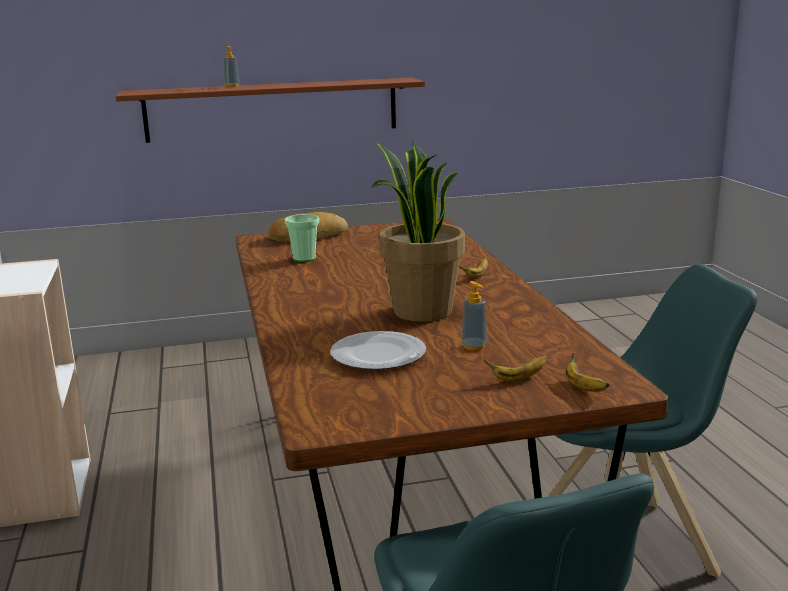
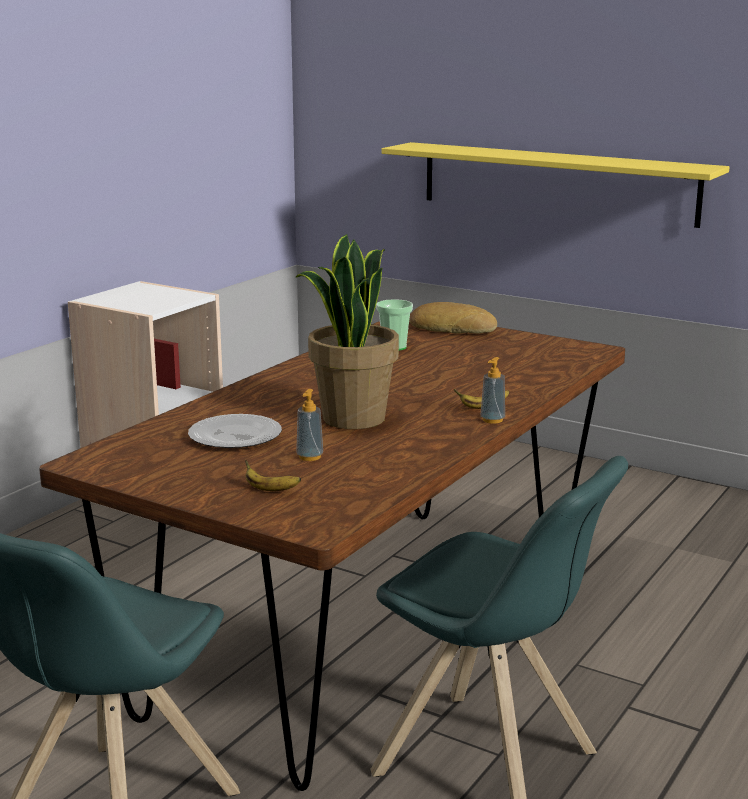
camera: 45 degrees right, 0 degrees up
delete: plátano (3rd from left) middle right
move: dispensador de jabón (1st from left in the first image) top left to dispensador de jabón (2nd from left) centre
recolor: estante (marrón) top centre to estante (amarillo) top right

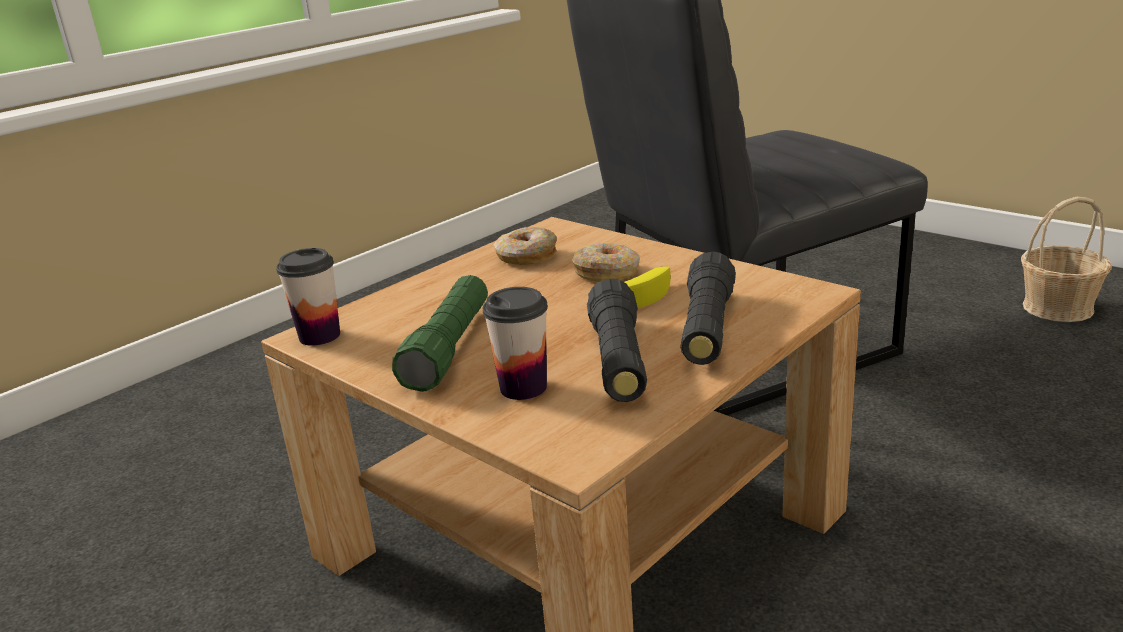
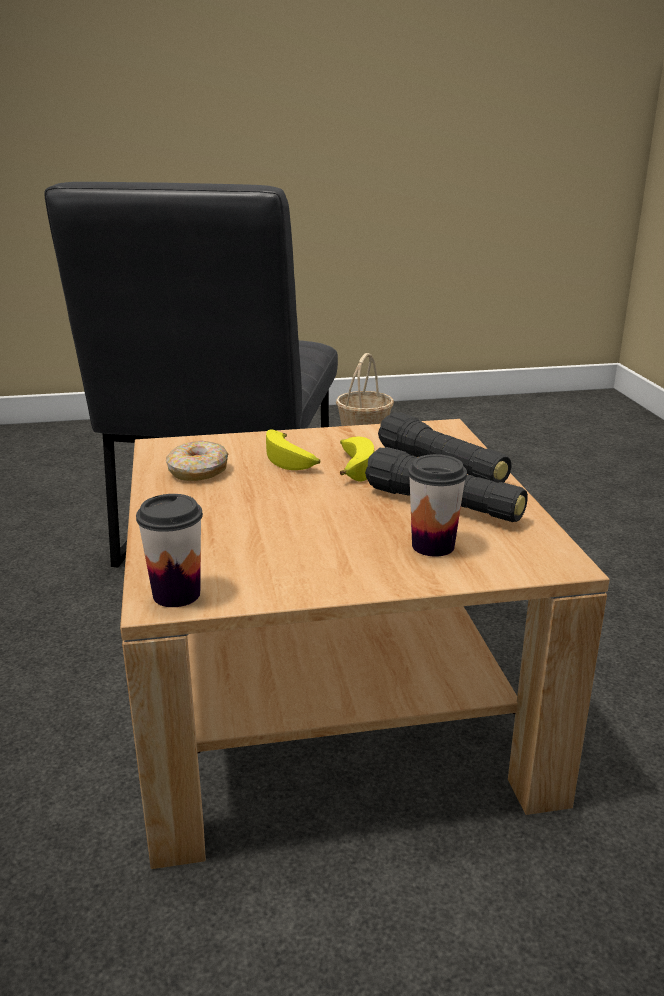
camera: 55 degrees left, 0 degrees up
delete: linterna (verde) centre
replace: rosquilla (2nd from left) centre to plátano (1st from left) centre

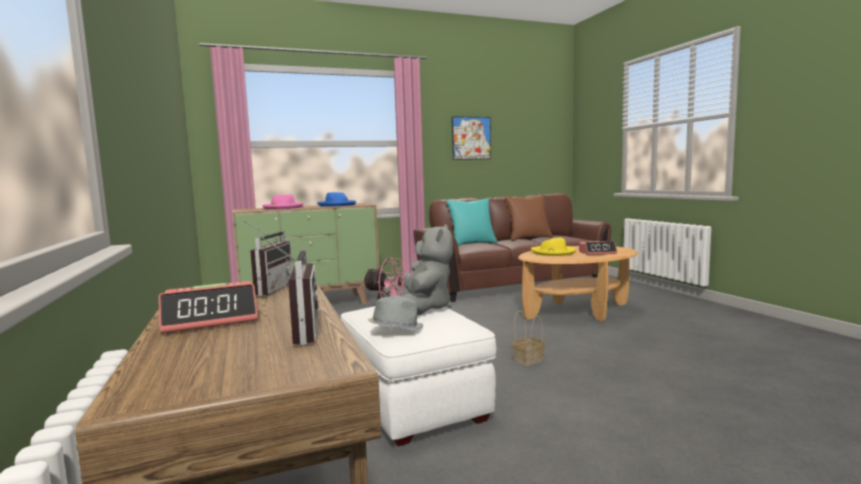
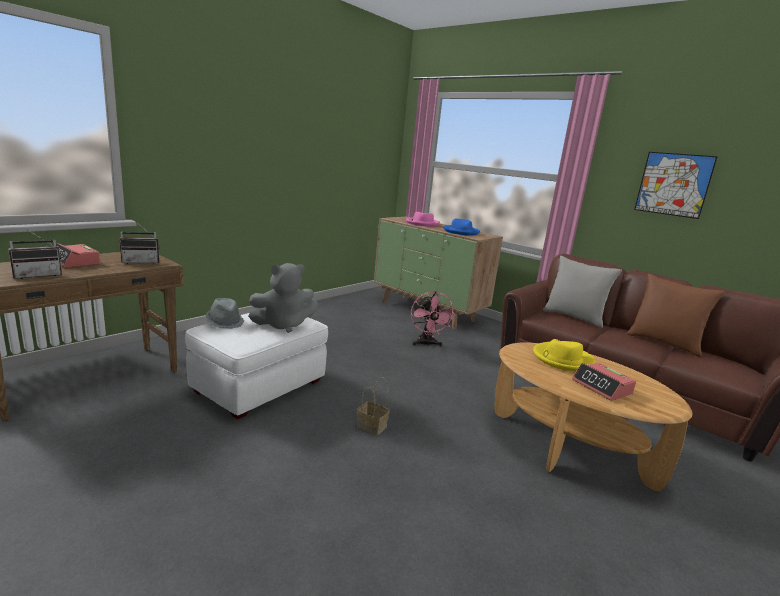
camera: 60 degrees right, 10 degrees up
recolor: cojín (turquesa) centre to cojín (gris) middle right

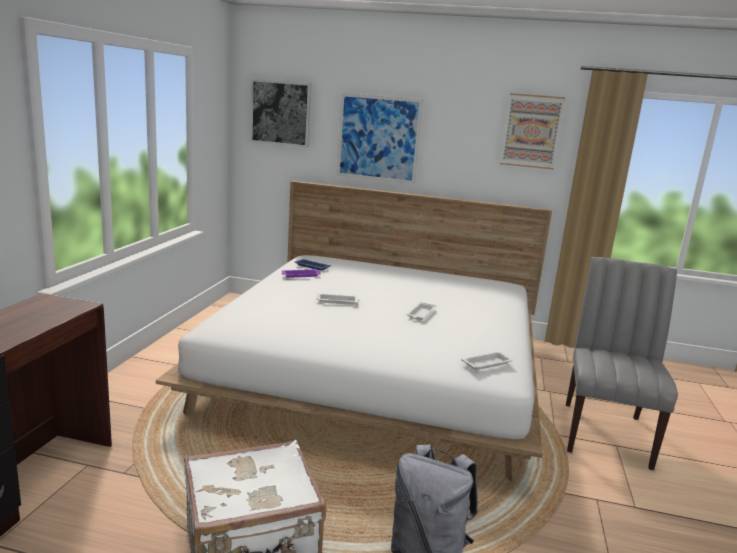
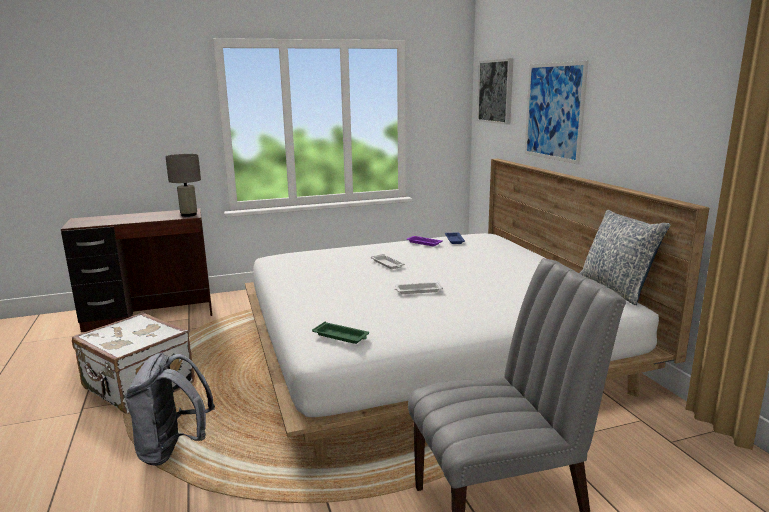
camera: 60 degrees right, 0 degrees up
delete: cuadro (3rd from left) top right
insert: lámpara de mesa (gris) middle left; cojín middle right
recolor: bandeja (blanco) (3rd from left) centre to bandeja (verde) centre

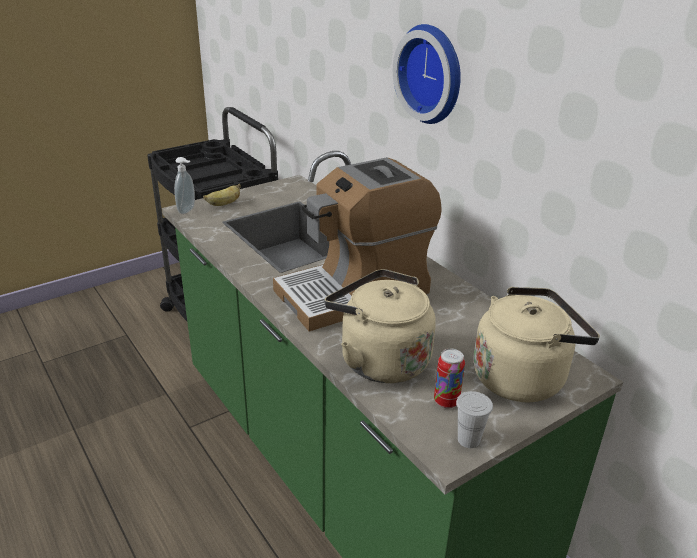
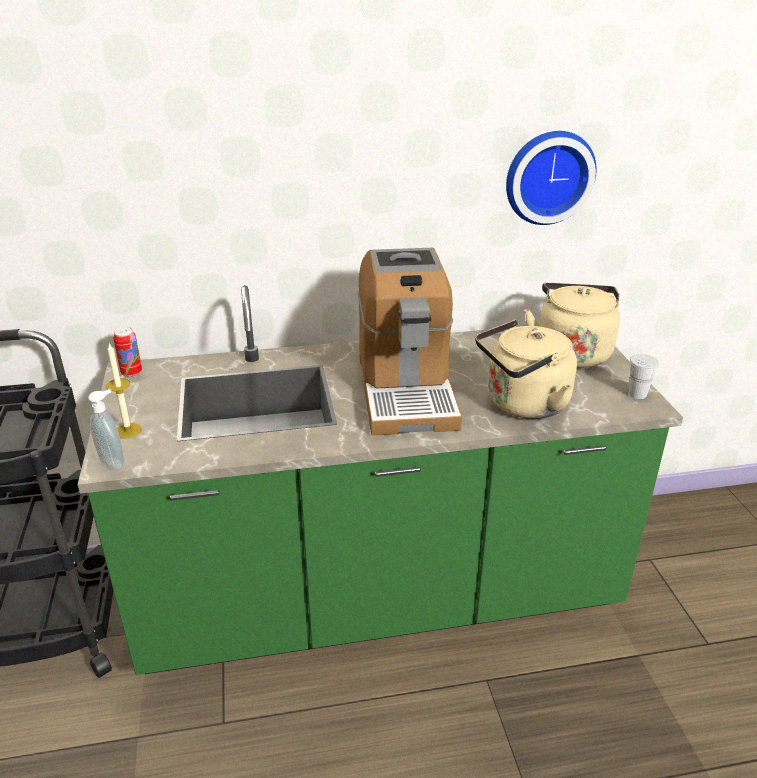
camera: 65 degrees left, 0 degrees up
move: reloj de pared top centre to top right; lata bottom centre to middle left
replace: plátano middle left to vela middle left

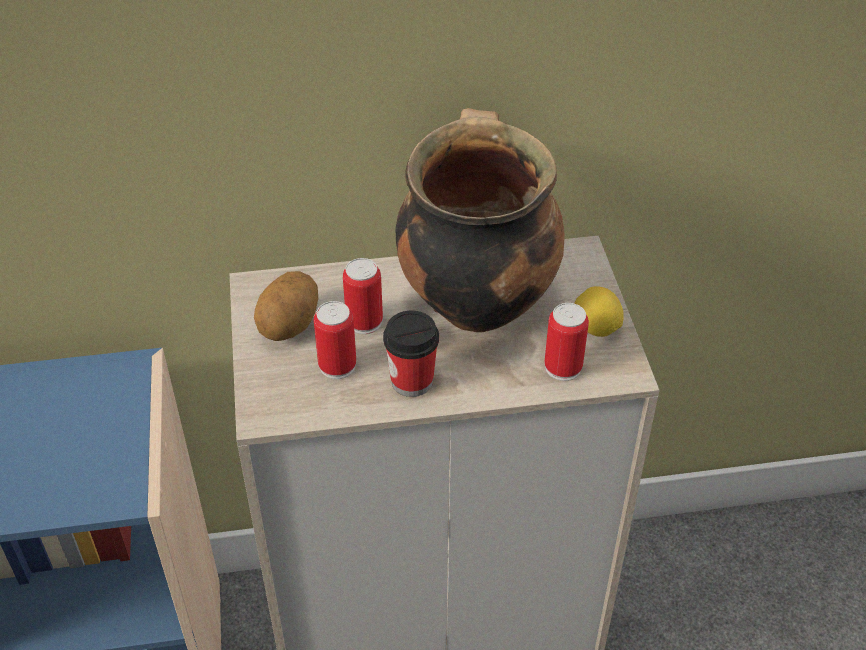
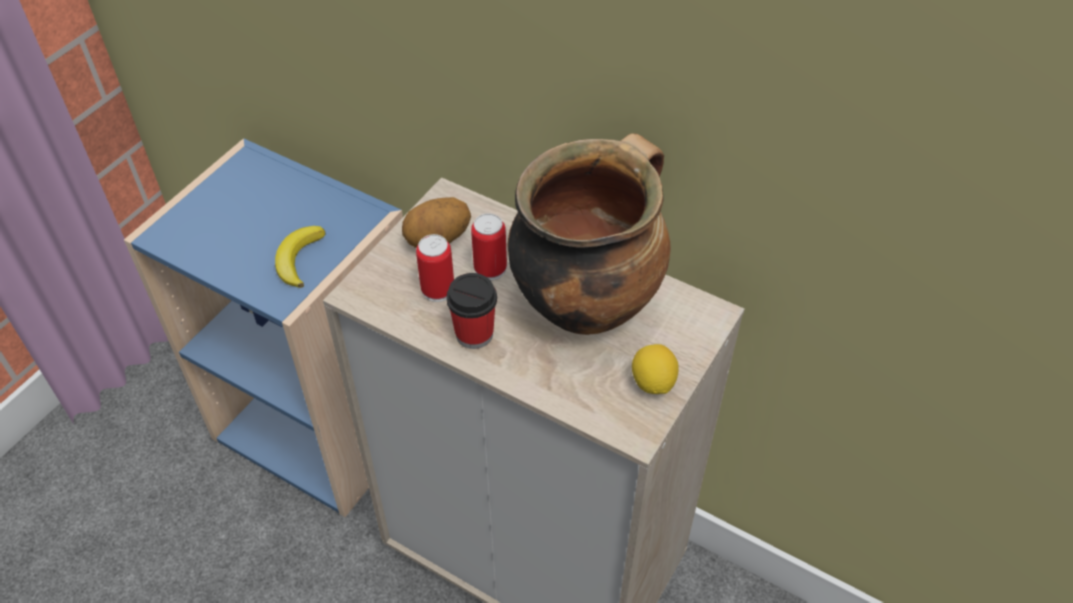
camera: 40 degrees right, 5 degrees up
delete: lata (3rd from left) centre
insert: plátano middle left

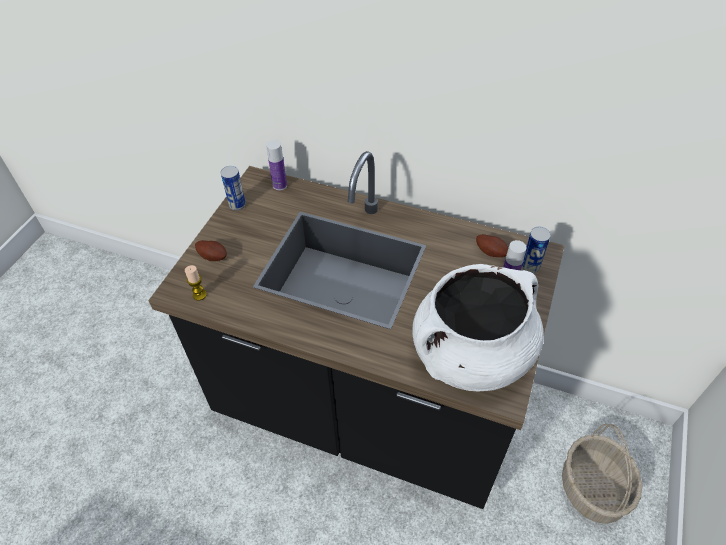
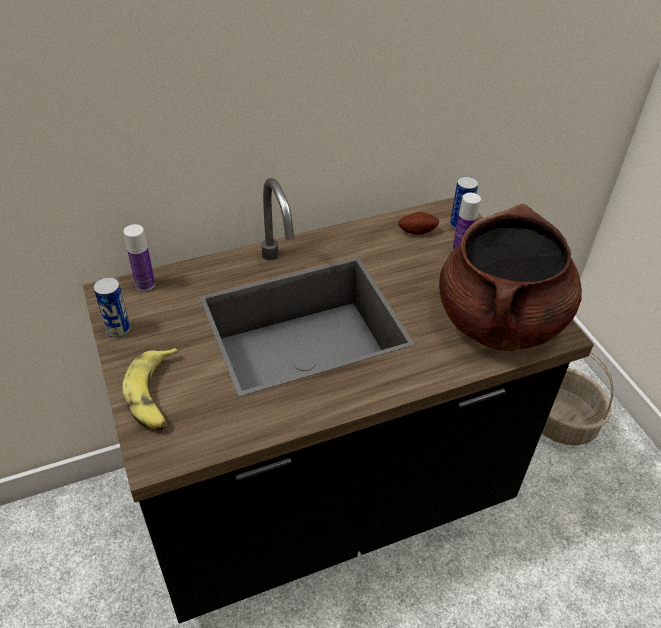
camera: 45 degrees left, 5 degrees down
delete: vela middle left
replace: patata (1st from left) middle left to plátano middle left
recolor: olla (blanco) centre to olla (marrón) middle right

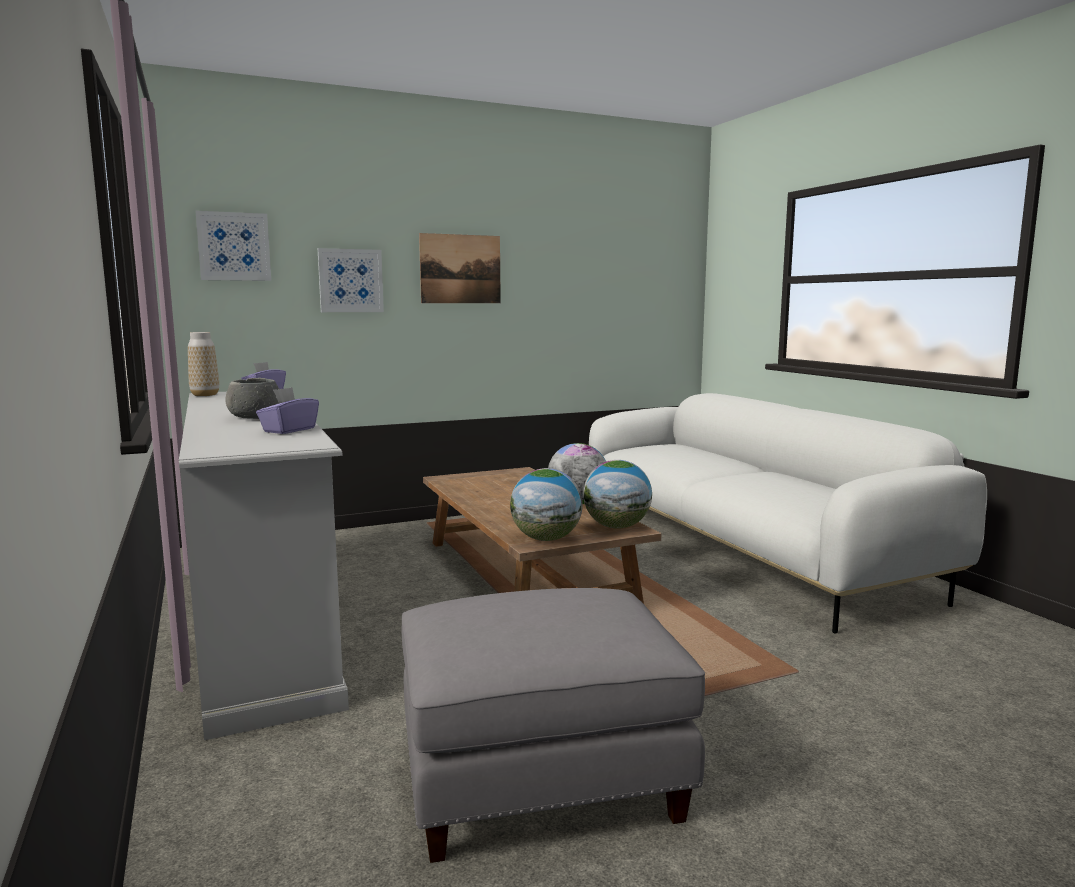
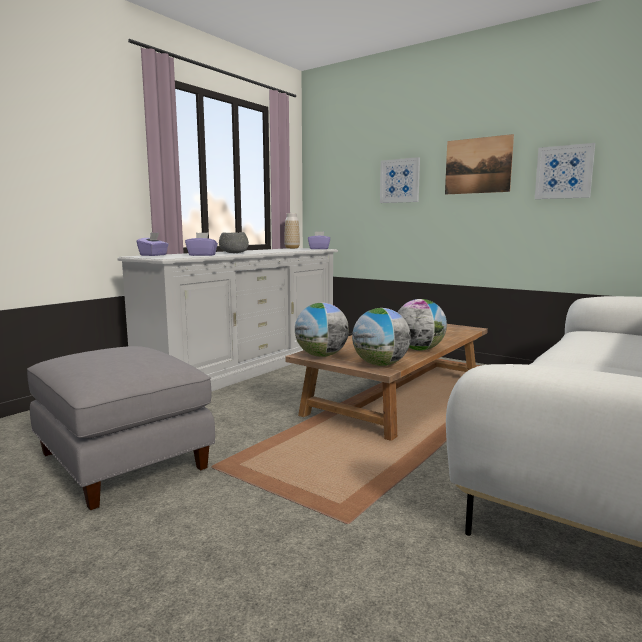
camera: 60 degrees right, 0 degrees up
insert: caja de pañuelos (morado) (1st from left) middle left
move: cuadro (1st from left in the first image) top left to cuadro (3rd from left) top right

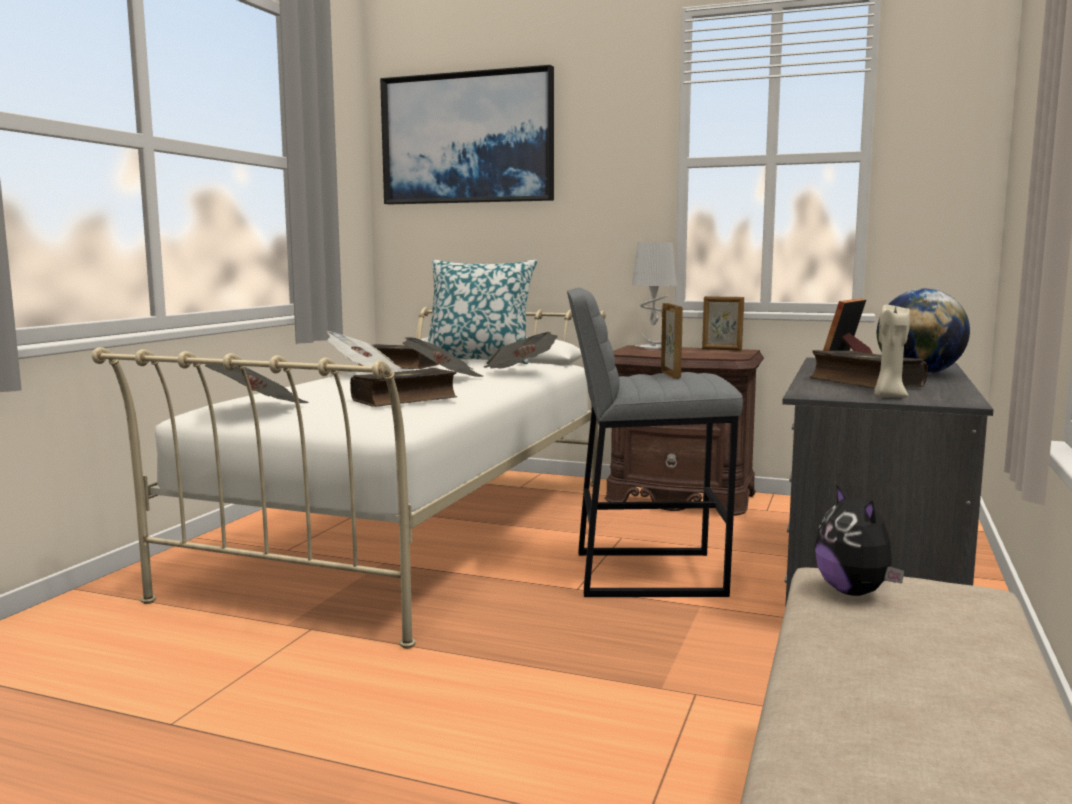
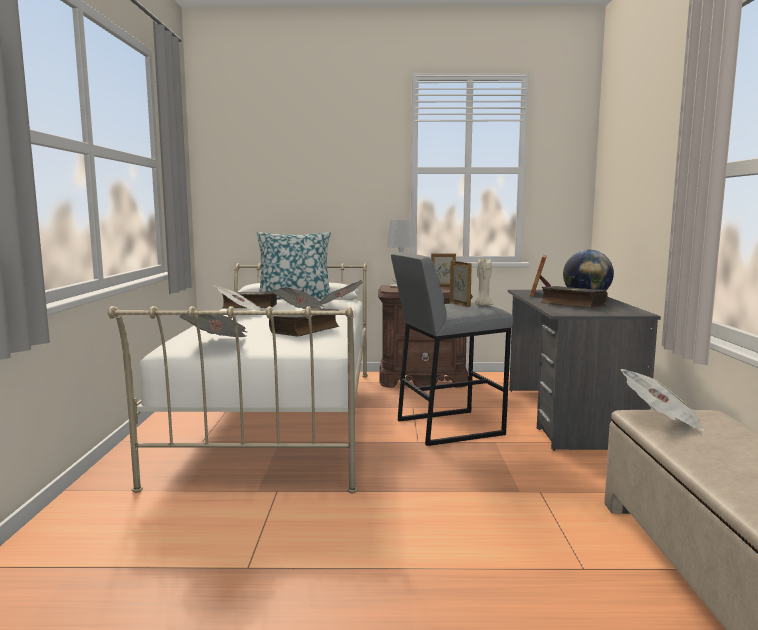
camera: 20 degrees left, 0 degrees up
delete: cuadro top centre
move: vela (beis) middle right to centre
replace: peluche bottom right to periódico (5th from left) middle right

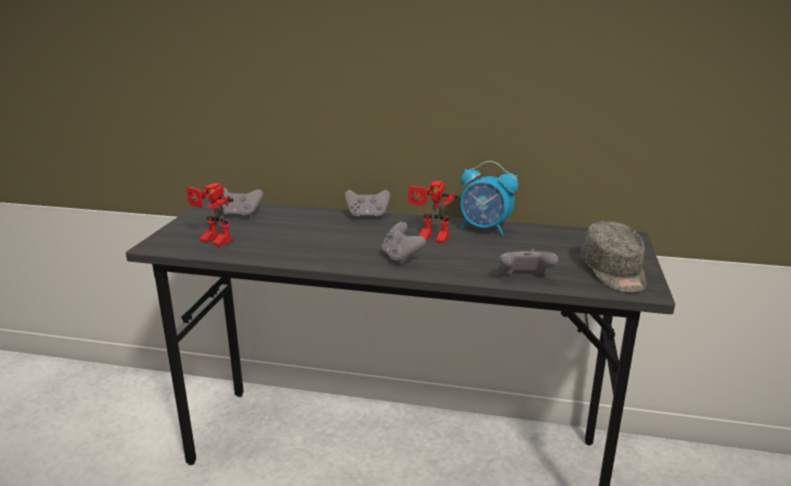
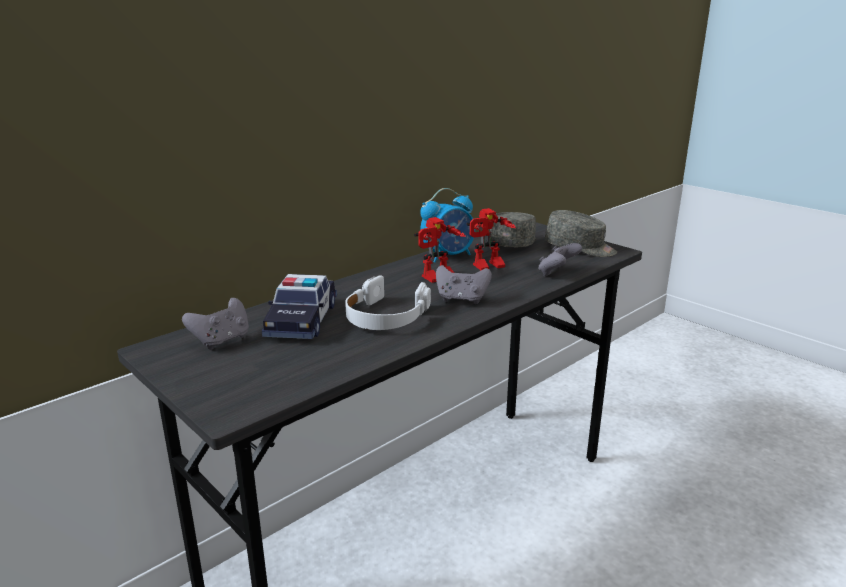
camera: 55 degrees left, 0 degrees up
delete: mando de consola (gris) (2nd from left) centre
insert: gorra (gris) (1st from left) centre; coche de juguete centre; auriculares (blanco) centre
move: robot de juguete (1st from left in the first image) middle left to robot de juguete (2nd from left) centre

